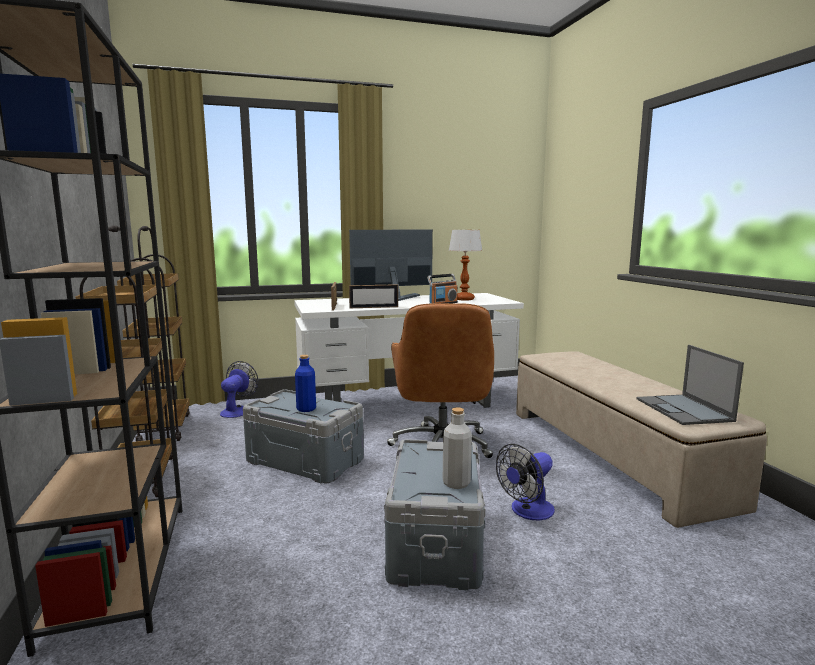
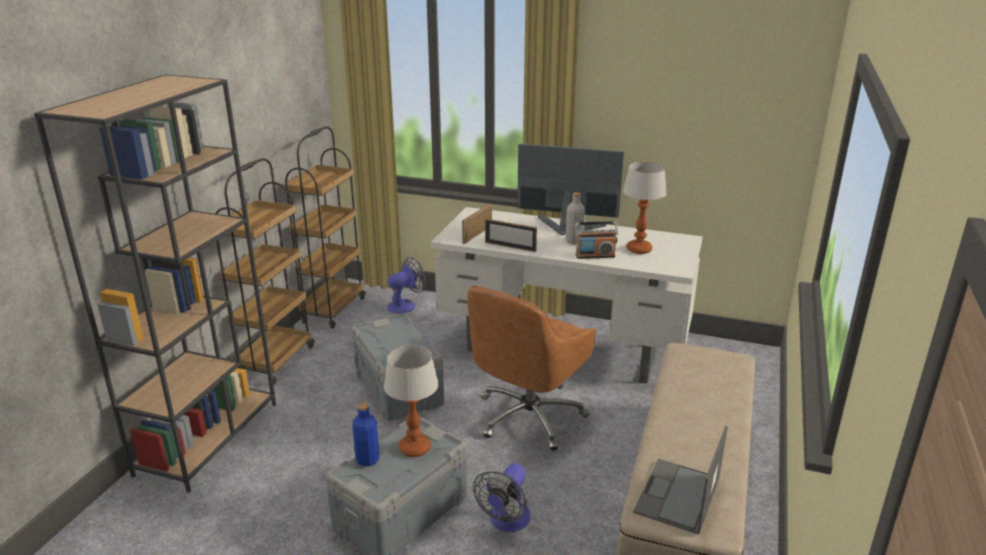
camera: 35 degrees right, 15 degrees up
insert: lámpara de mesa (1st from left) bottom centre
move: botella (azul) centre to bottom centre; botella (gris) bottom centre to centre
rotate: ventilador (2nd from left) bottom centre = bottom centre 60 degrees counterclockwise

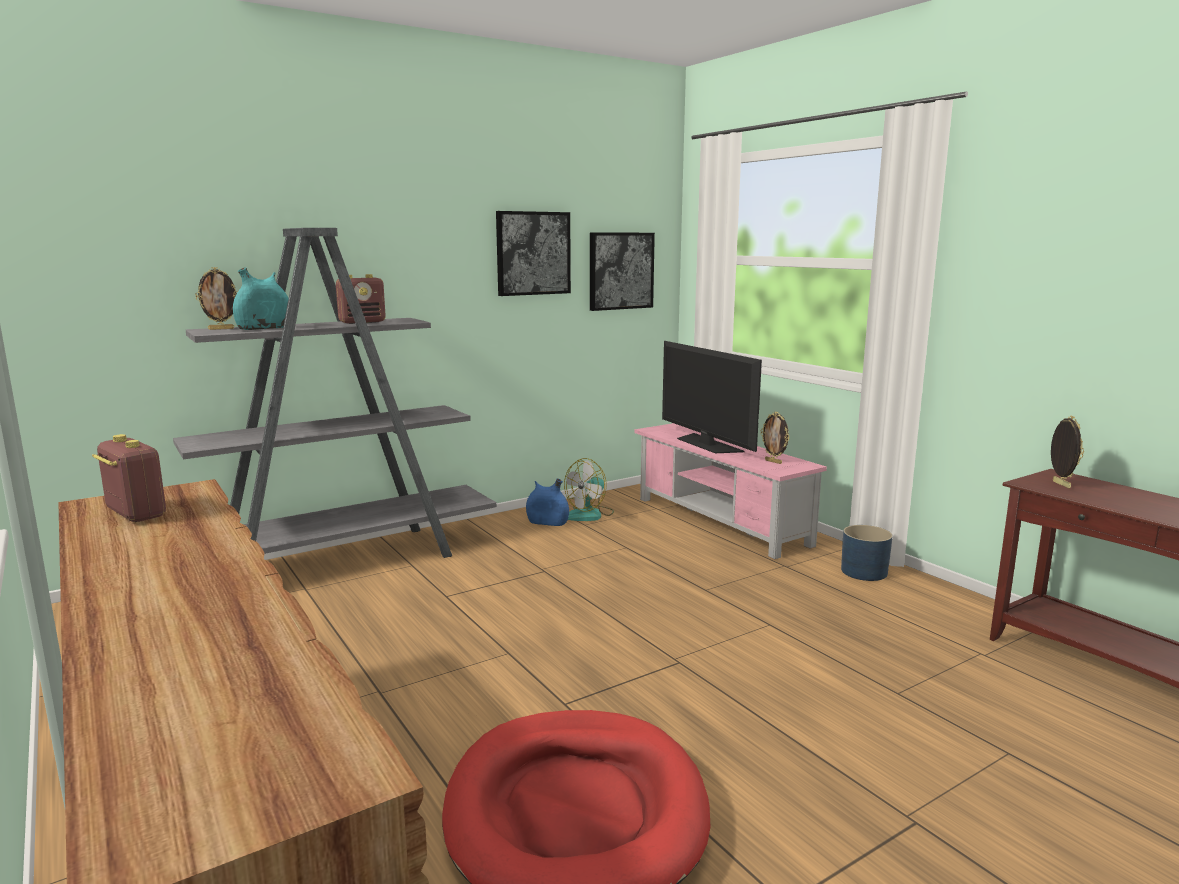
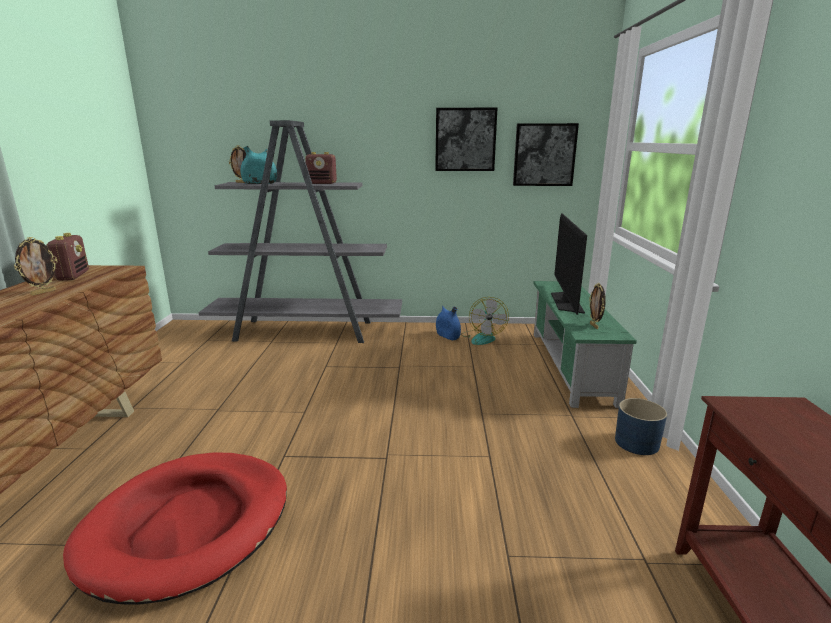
camera: 35 degrees right, 5 degrees up
move: portarretratos (3rd from left in the first image) middle right to portarretratos (1st from left) middle left
recolor: mueble de televisión (rosa) centre to mueble de televisión (verde) middle right
rotate: ventilador centre = centre 75 degrees counterclockwise

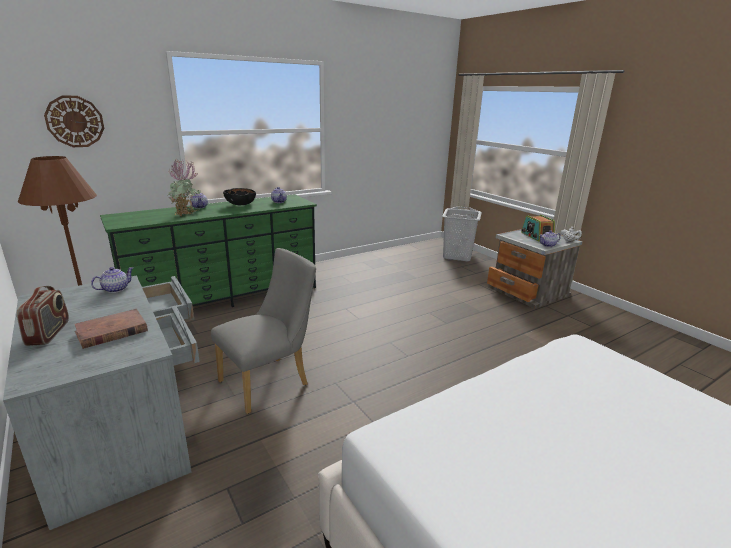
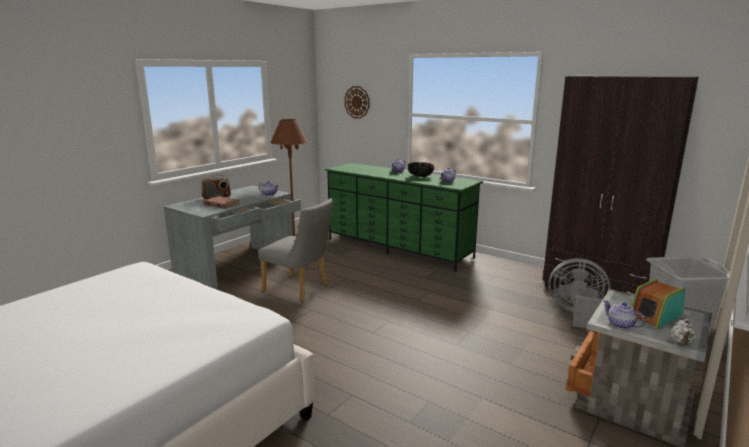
camera: 70 degrees right, 5 degrees down
delete: planta en maceta middle left
insert: armario ropero (marrón) middle right; ventilador (gris) middle right

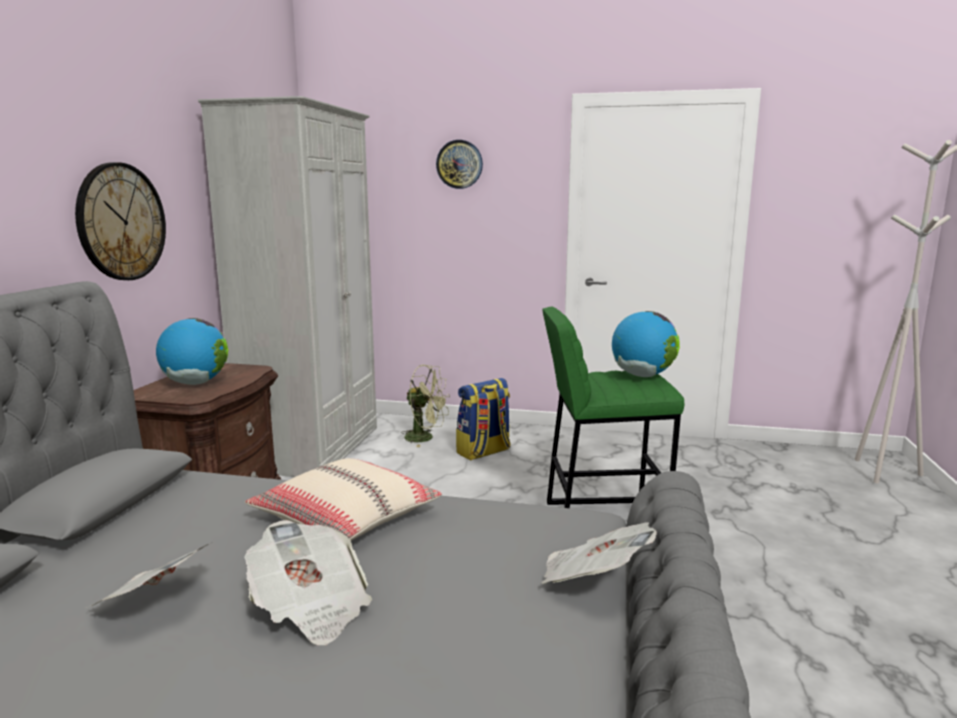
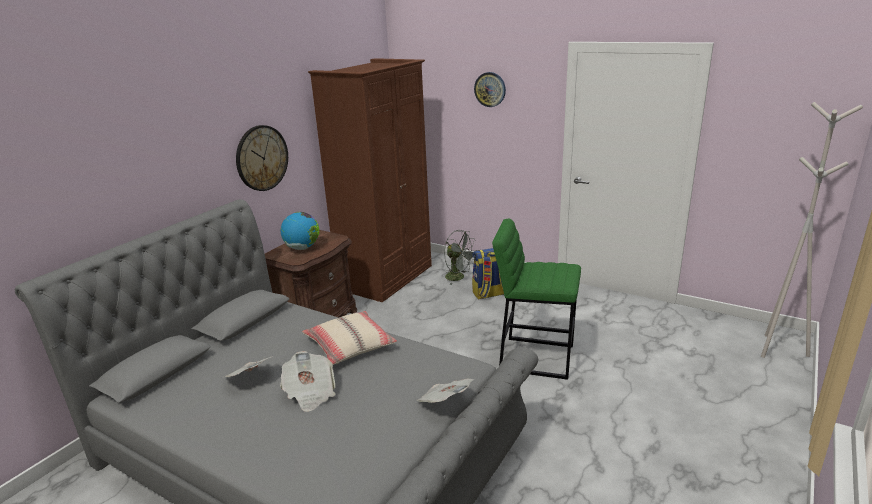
camera: 20 degrees right, 10 degrees up
delete: globo terráqueo (2nd from left) middle right
recolor: armario ropero (blanco) middle left to armario ropero (marrón) centre; ventilador (verde) centre to ventilador (gris) centre

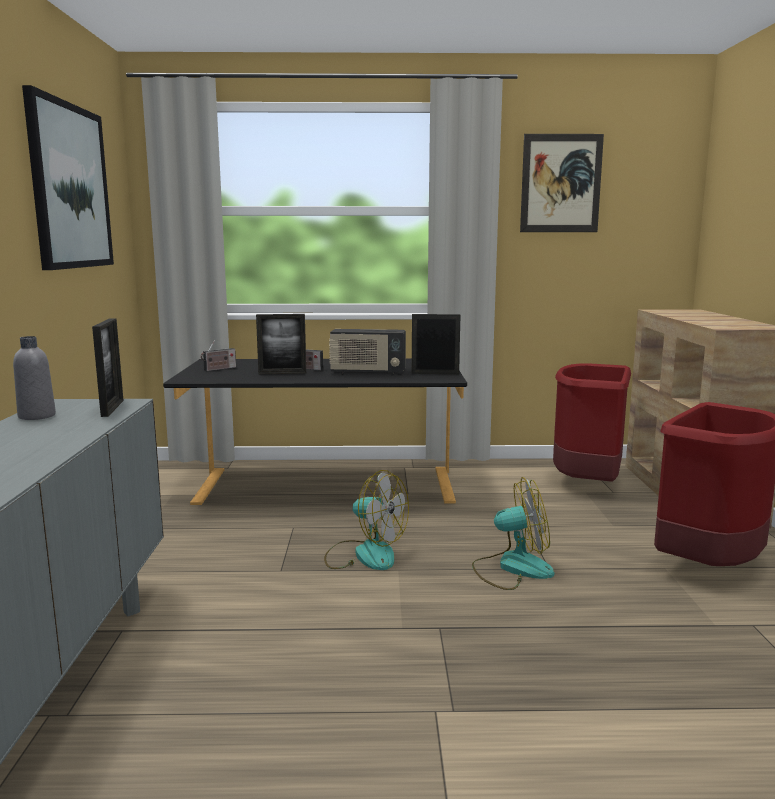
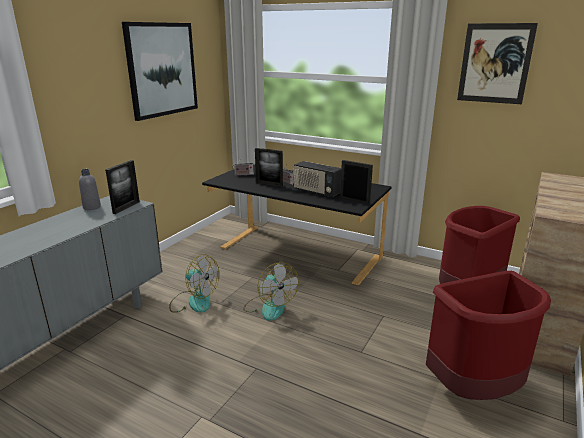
camera: 30 degrees right, 10 degrees up
move: ventilador (2nd from left in the first image) bottom centre to ventilador (1st from left) middle left

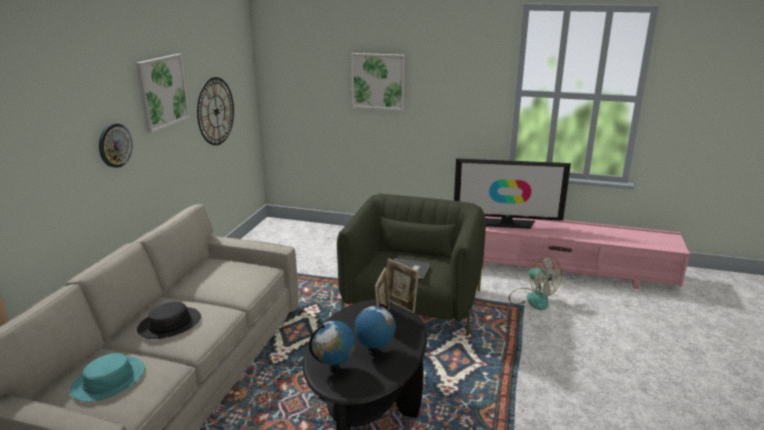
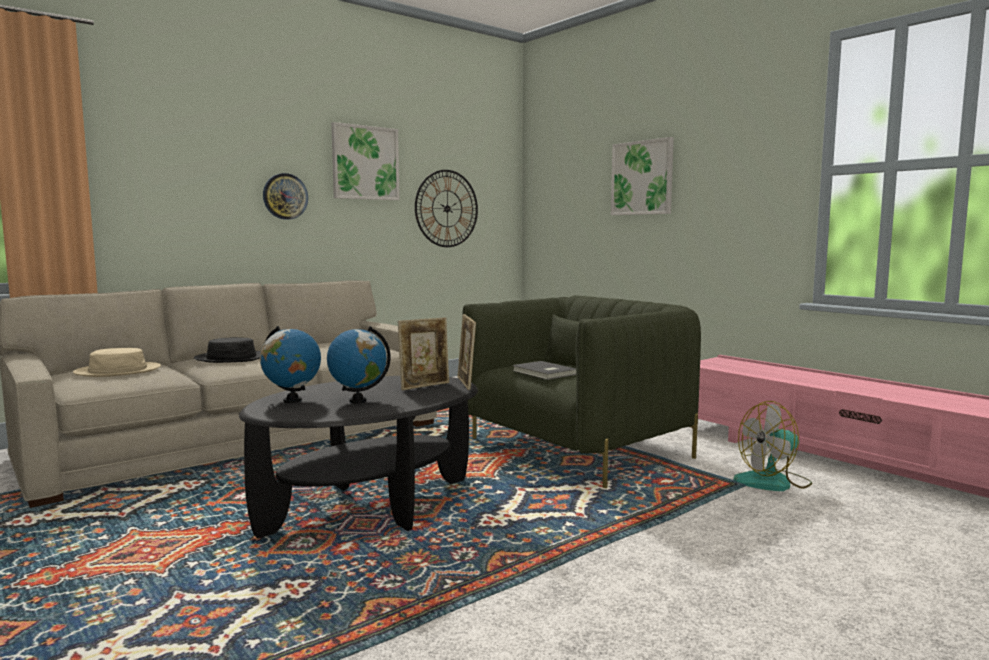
camera: 35 degrees right, 15 degrees down
delete: televisor middle right
recolor: sombrero (turquesa) bottom left to sombrero (beis) middle left
rotate: ventilador middle right = bottom right 75 degrees clockwise

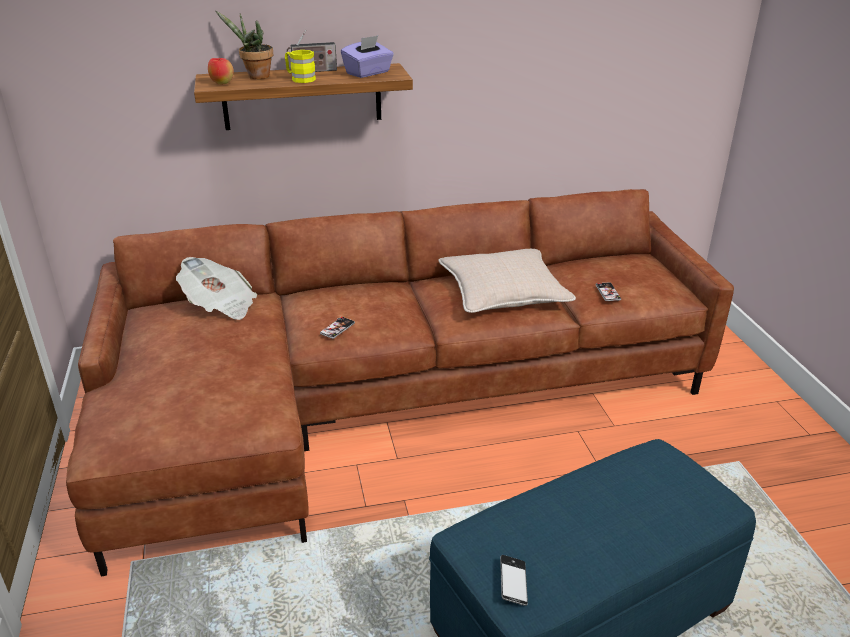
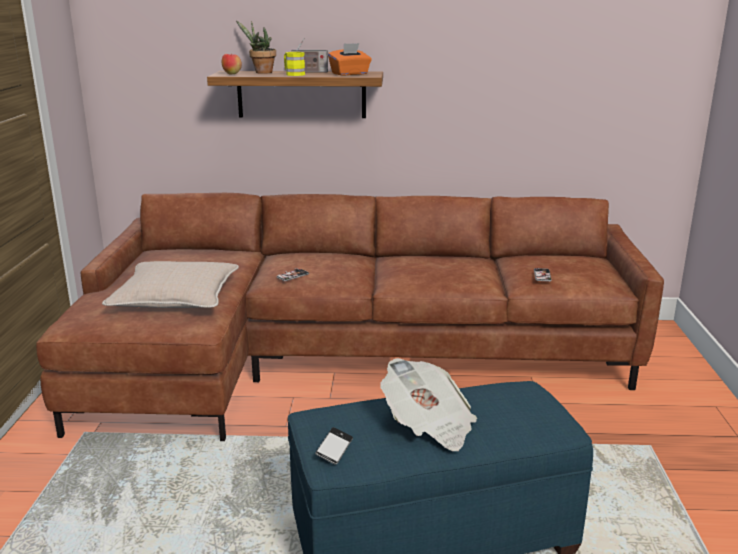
camera: 15 degrees right, 10 degrees down
move: cojín (beis) centre to middle left; periódico middle left to bottom centre
recolor: caja de pañuelos (morado) top centre to caja de pañuelos (naranja) top centre

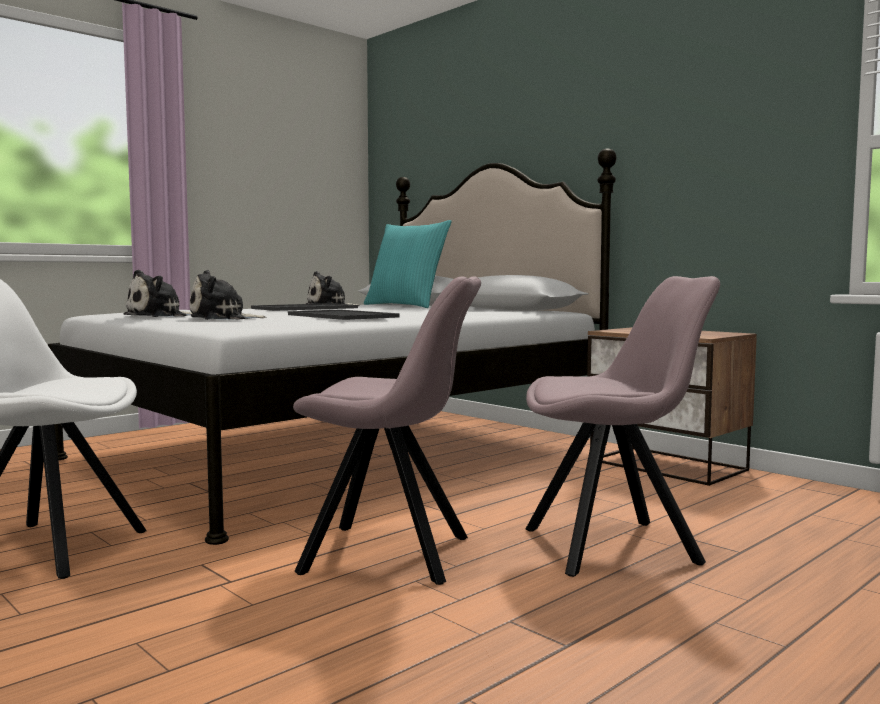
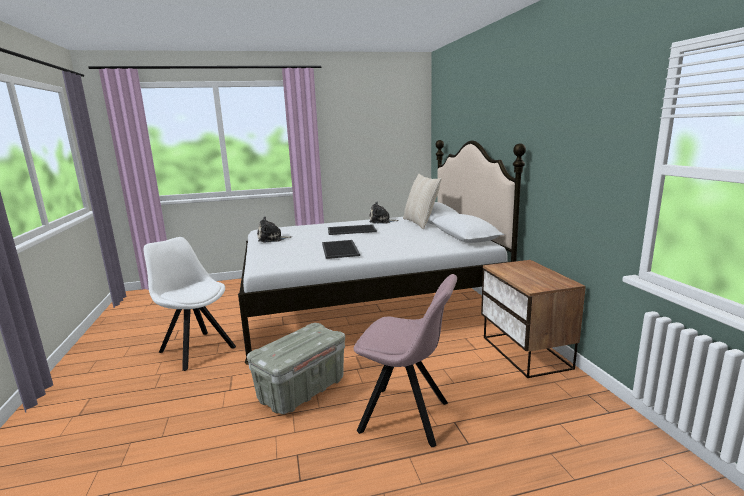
camera: 30 degrees right, 10 degrees up
delete: peluche (2nd from left) middle left
replace: silla (rosa) (1st from left) centre to caja de almacenaje (gris) bottom centre
recolor: cojín (turquesa) centre to cojín (beis) centre

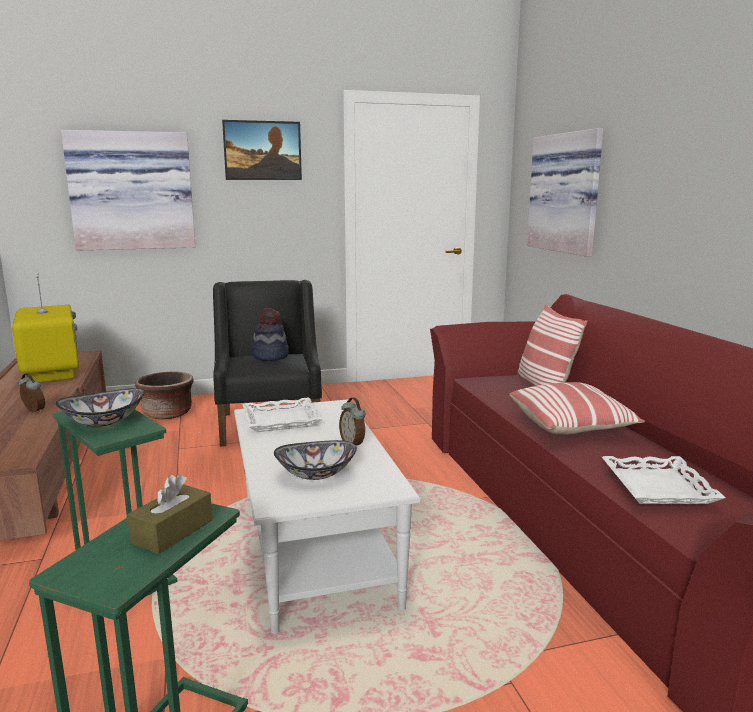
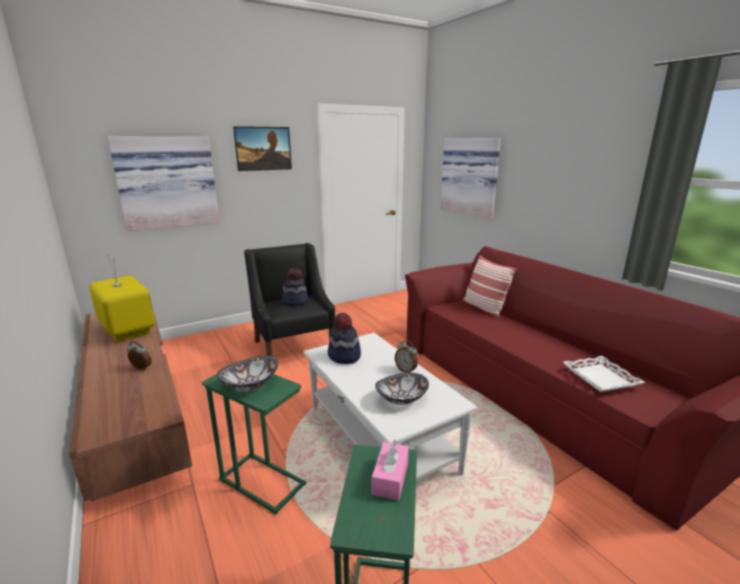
camera: 15 degrees left, 5 degrees up
delete: maceta (marrón) middle left; cojín (2nd from left) middle right
replace: bandeja (blanco) (1st from left) centre to sombrero (2nd from left) centre
recolor: caja de pañuelos (marrón) bottom left to caja de pañuelos (rosa) bottom centre

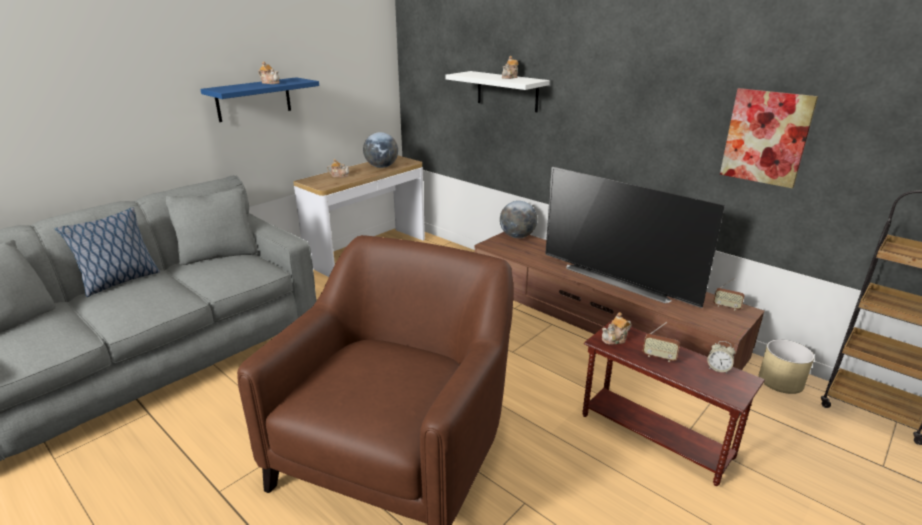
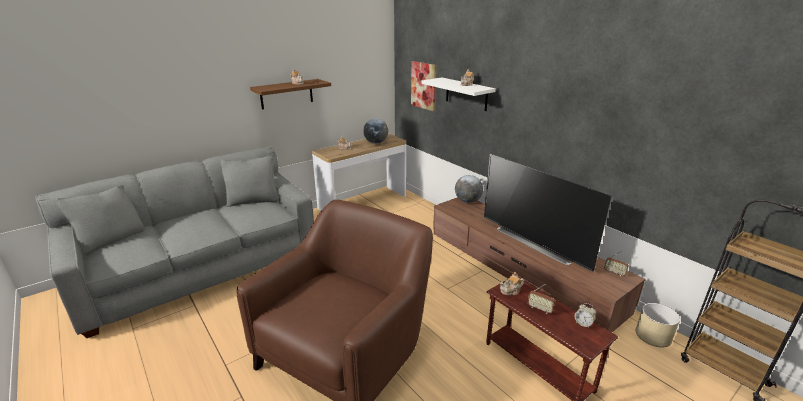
camera: 10 degrees right, 0 degrees up
delete: cojín middle left
move: cuadro top right to top centre
recolor: estante (azul) top left to estante (marrón) top centre

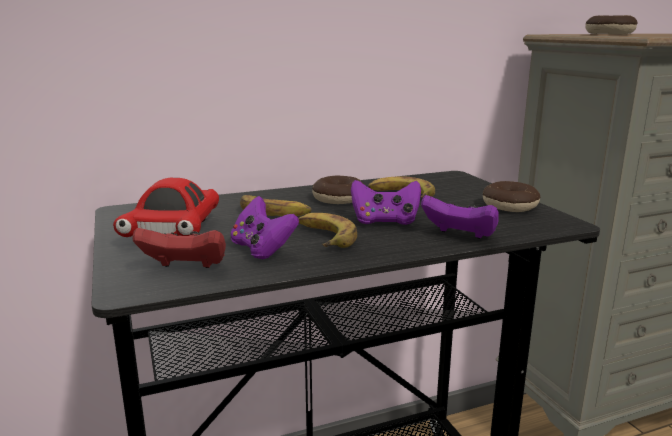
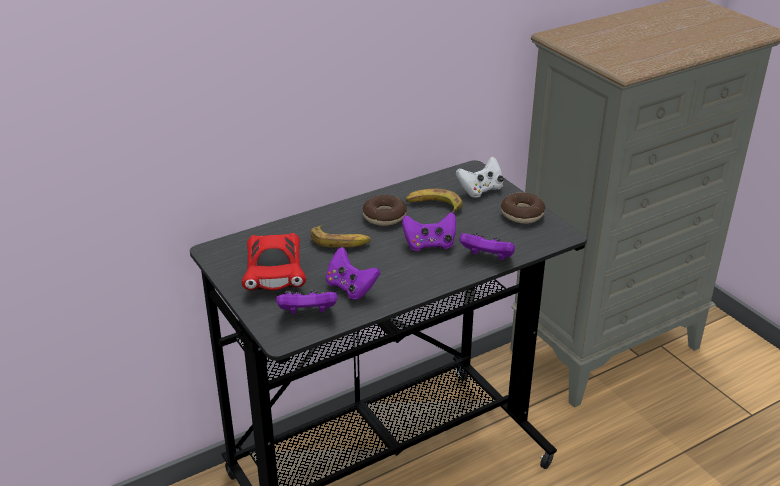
camera: 10 degrees left, 15 degrees up
delete: rosquilla (3rd from left) top right; plátano (2nd from left) centre
insert: mando de consola (blanco) centre
recolor: mando de consola (rojo) middle left to mando de consola (morado) (1st from left) centre

